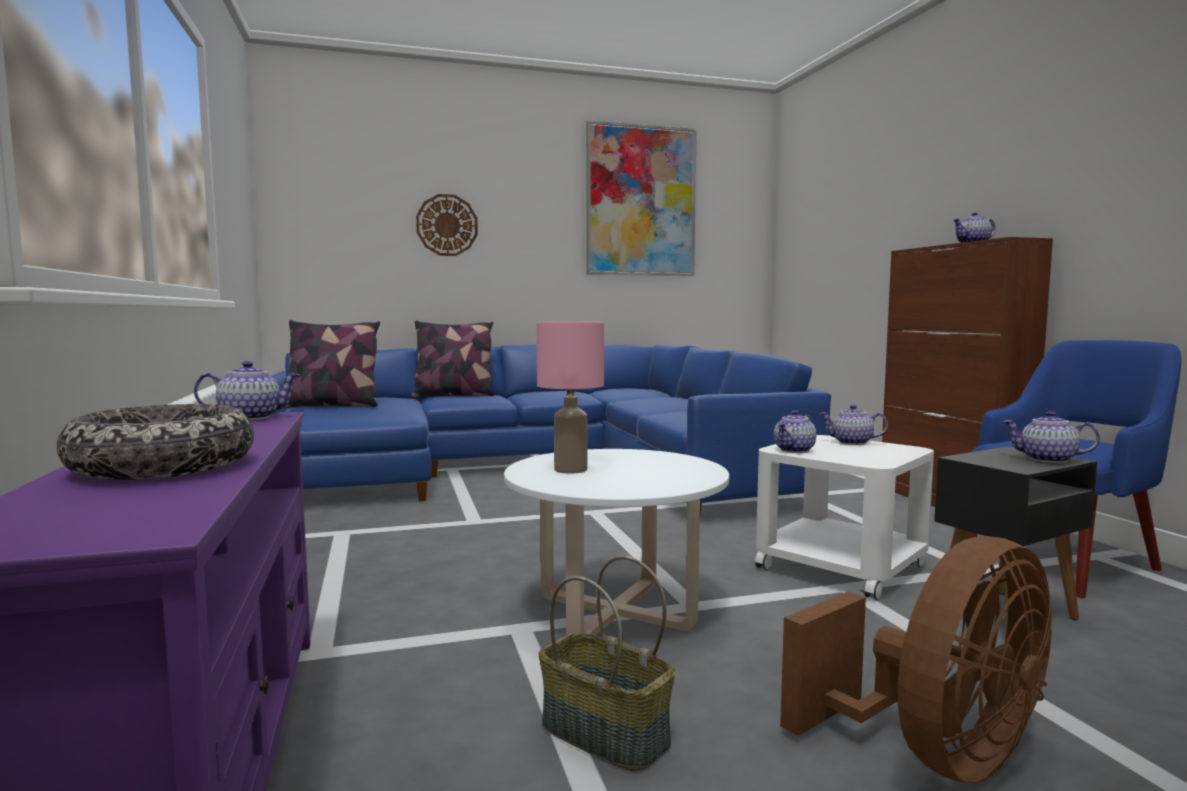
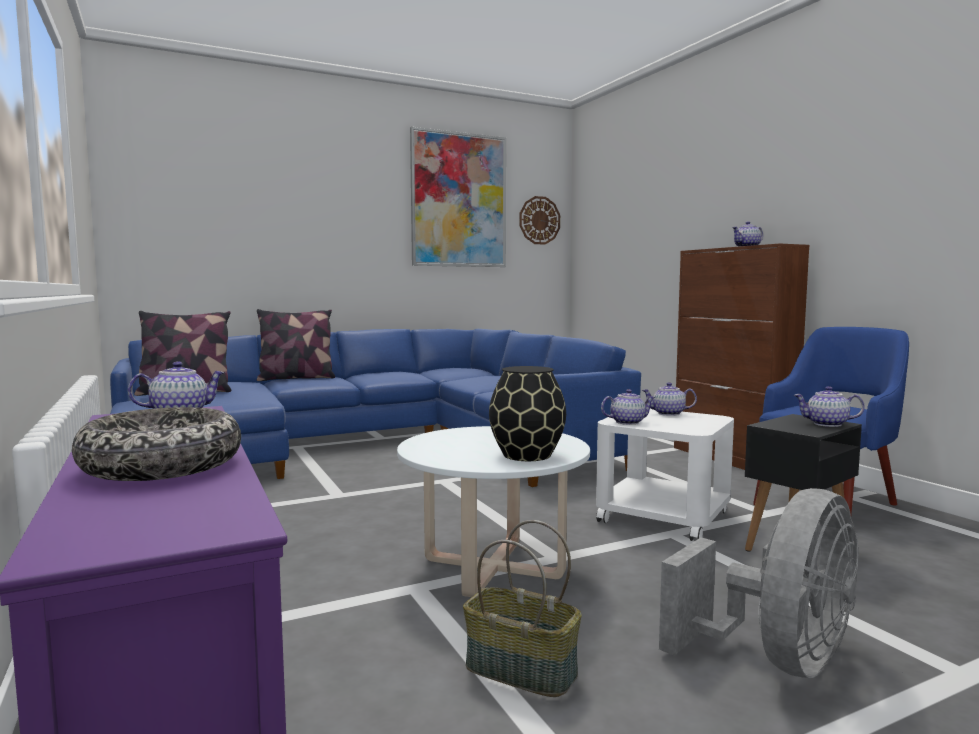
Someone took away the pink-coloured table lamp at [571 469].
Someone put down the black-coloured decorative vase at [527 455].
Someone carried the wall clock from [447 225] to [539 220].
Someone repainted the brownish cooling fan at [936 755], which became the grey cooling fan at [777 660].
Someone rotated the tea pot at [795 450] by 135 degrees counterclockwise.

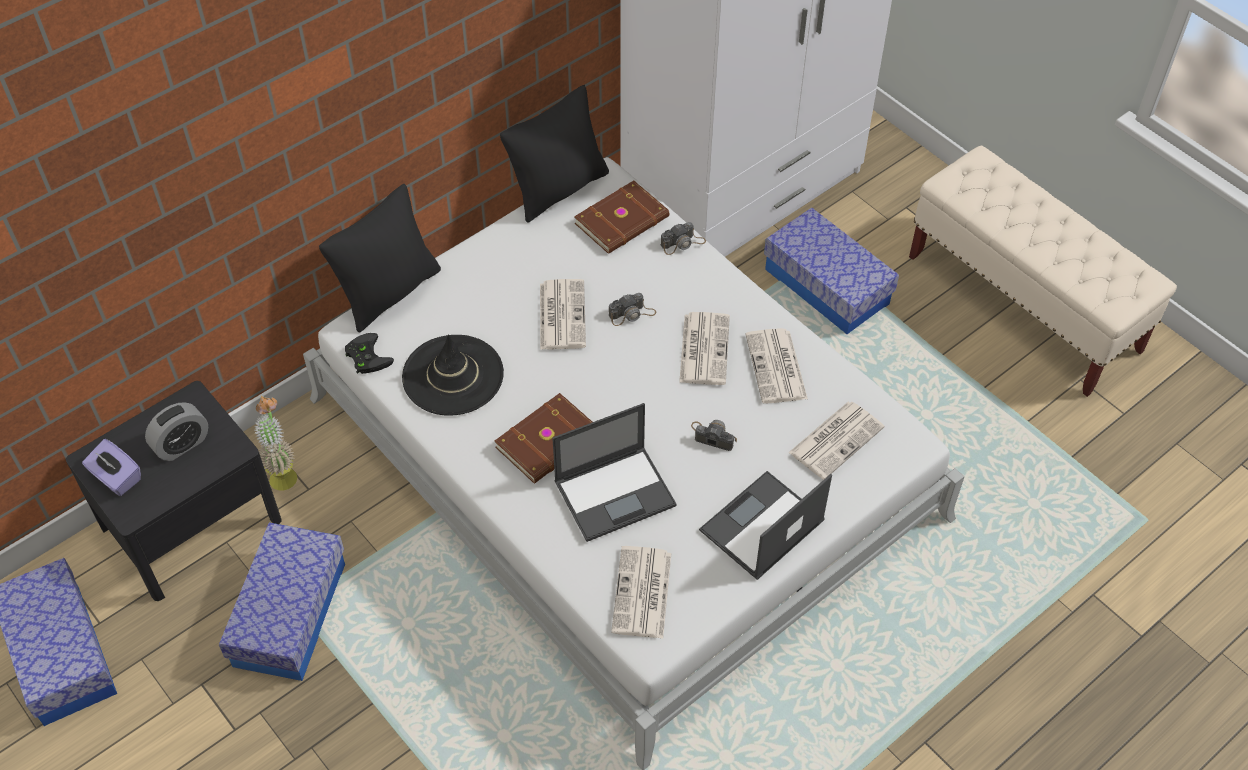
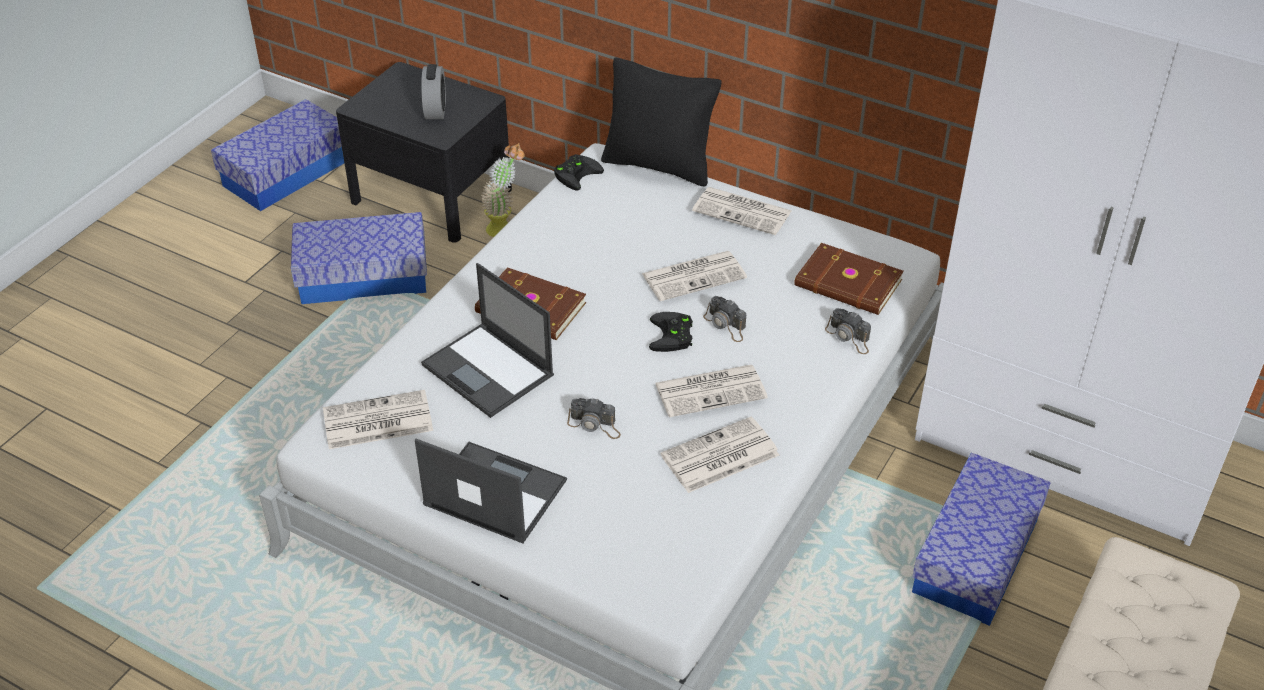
Someone took away the purple-coloured tissue box at [116 478].
Someone took away the black-coloured wearable hat at [453 375].
Someone took away the black-coloured throw pillow at [558 189].
Someone put down the black-coloured game controller at [673 336].
Someone carried the daily paper from [836 439] to [743 211].
Someone rotated the alarm clock at [182 444] by 120 degrees counterclockwise.
Someone rotated the photo camera at [712 436] by 105 degrees clockwise.

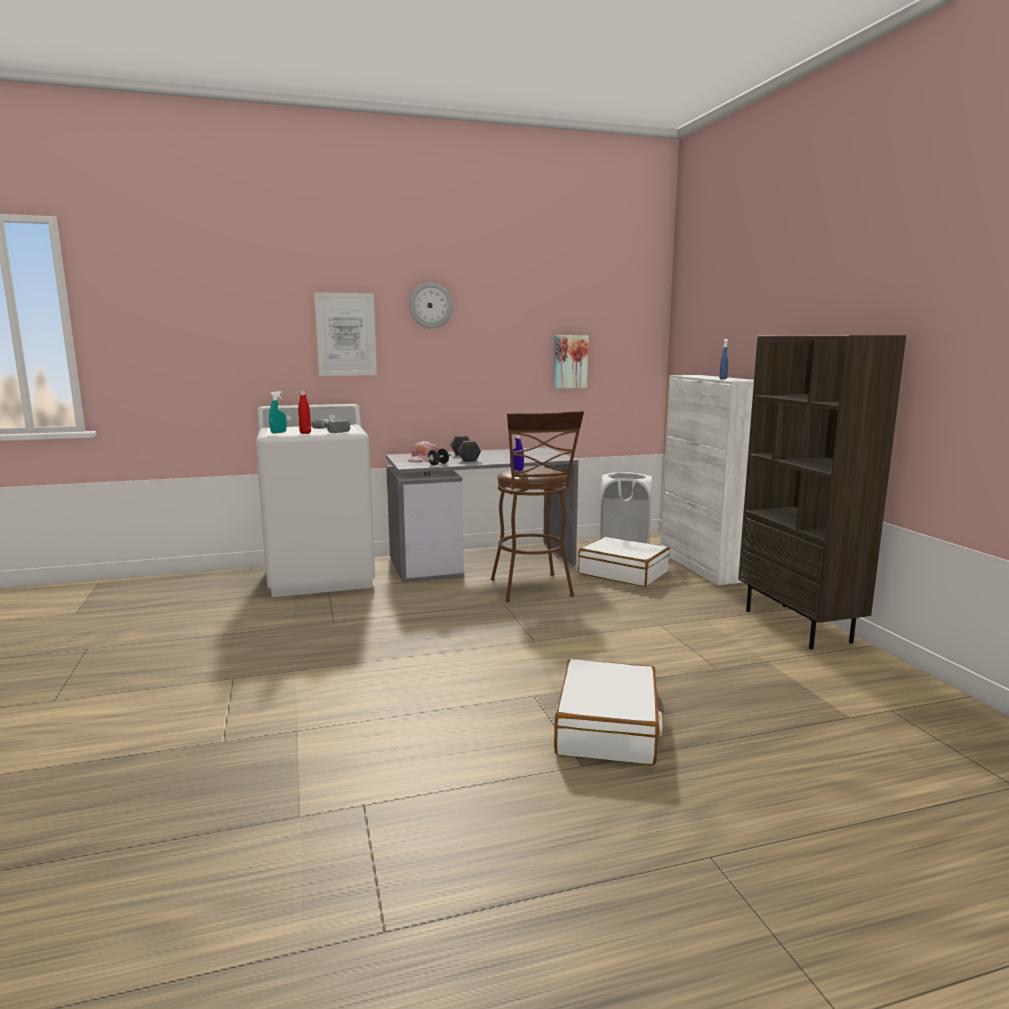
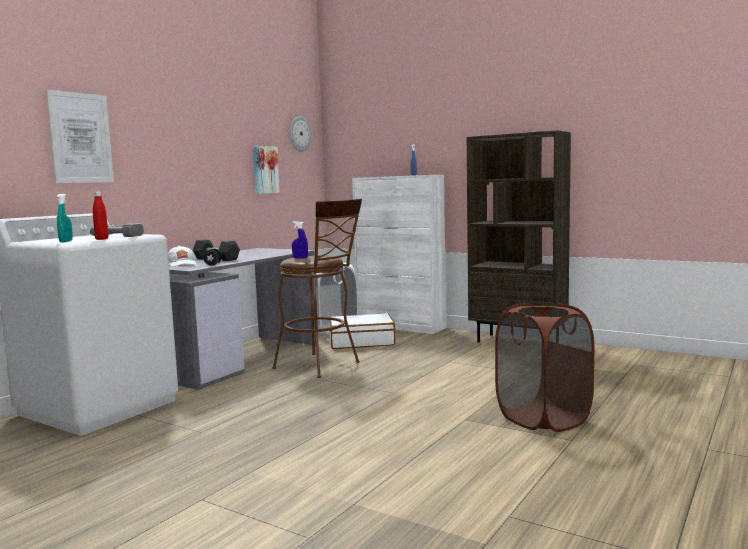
Someone carried the wall clock from [430 305] to [299 134].
Someone swapped the whitish travel case at [608 728] for the brownish hamper at [542 418].
Someone repainted the pink-coloured baseball cap at [423 459], which became the whitish baseball cap at [182 264].

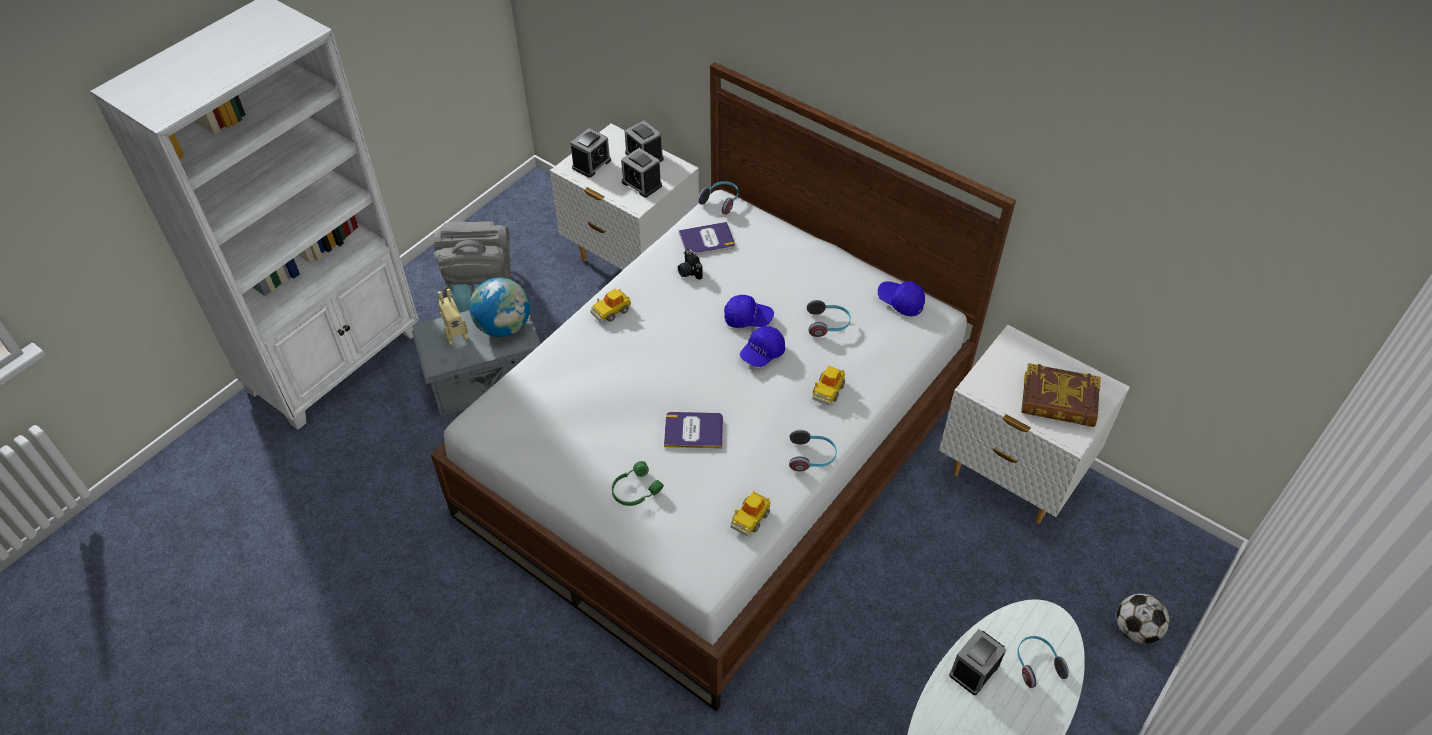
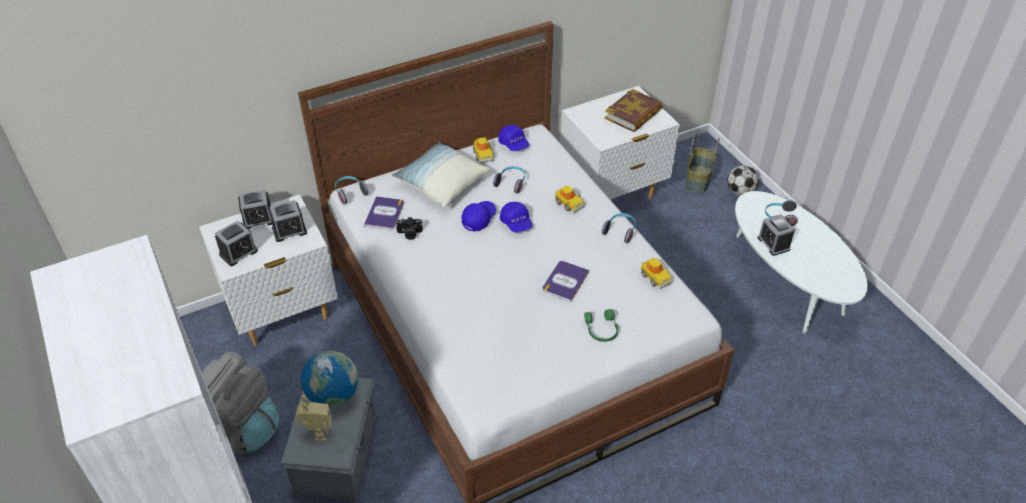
Someone put down the throw pillow at [441 183].
Someone put down the household basket at [698 179].
Someone carried the miniature car from [611 311] to [483 155].
Someone rotated the alarm clock at [591 164] by 75 degrees clockwise.
Someone rotated the bluish baseball cap at [900 302] by 90 degrees counterclockwise.

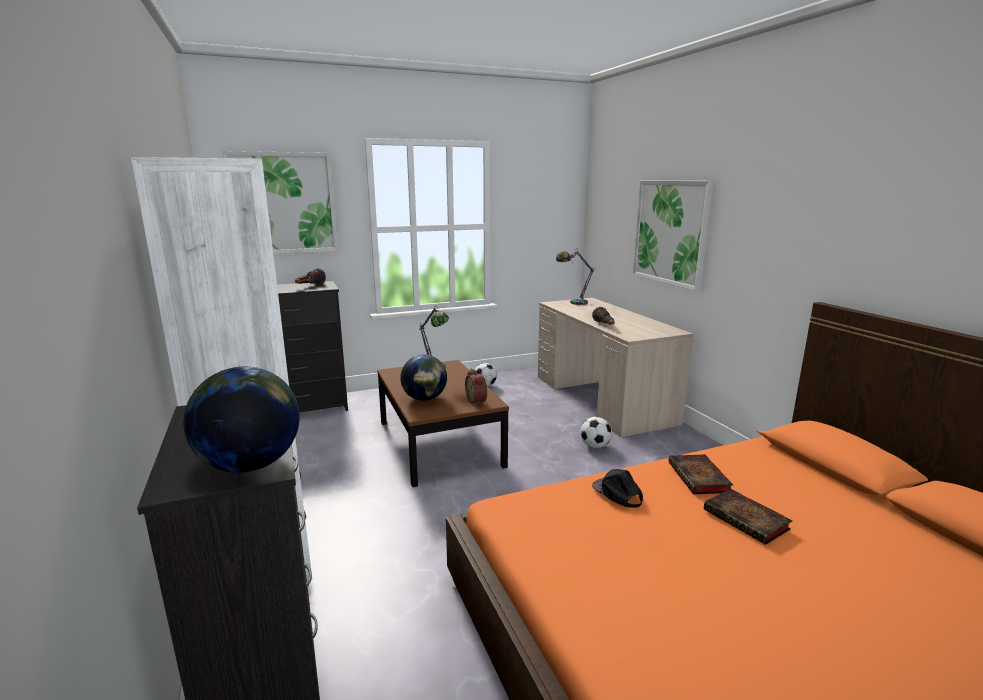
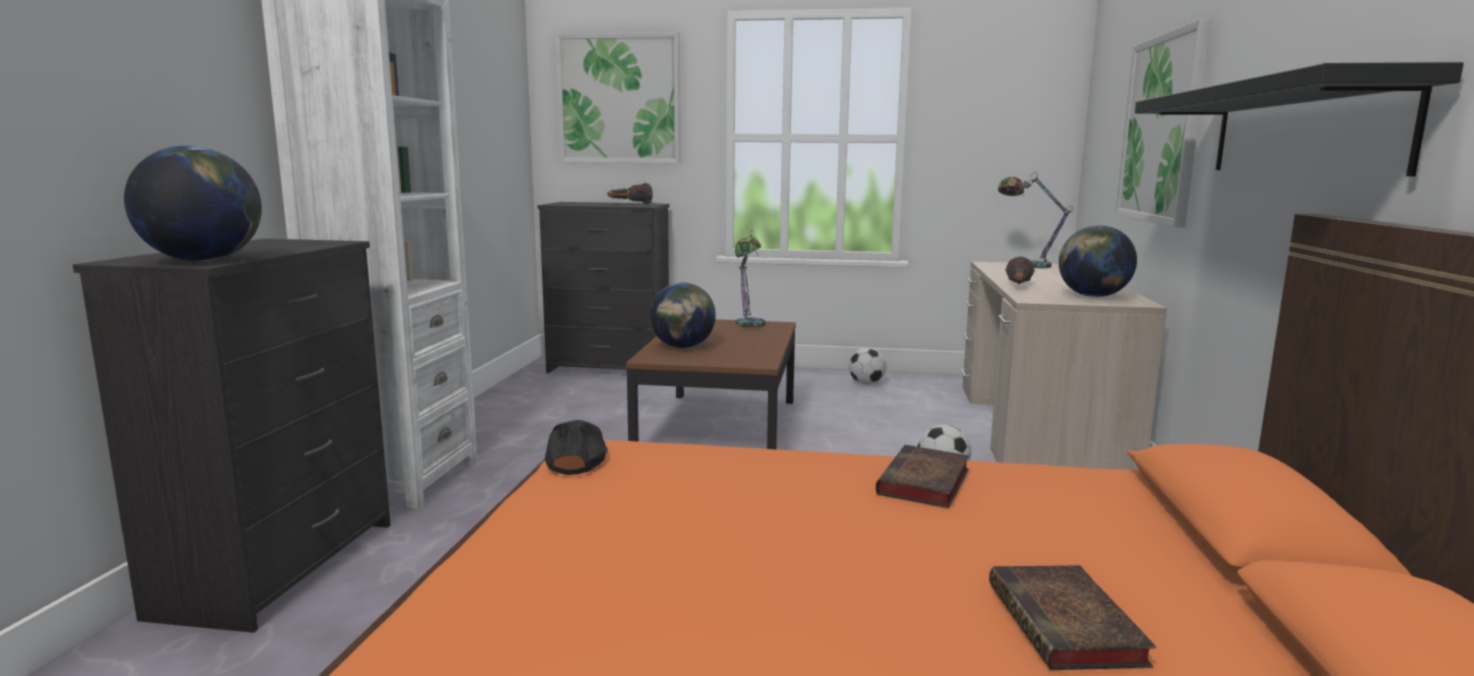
Someone took away the alarm clock at [477 401].
Someone put down the desk globe at [1092 296].
Someone put up the black-coloured shelf at [1301 130].
Someone carried the black-coloured baseball cap from [617 493] to [576 459].
Someone carried the volume from [748 520] to [1068 627].

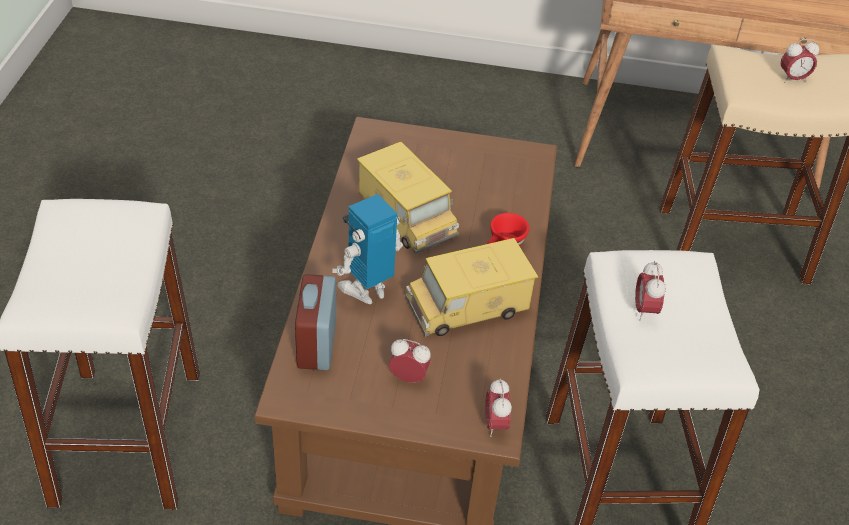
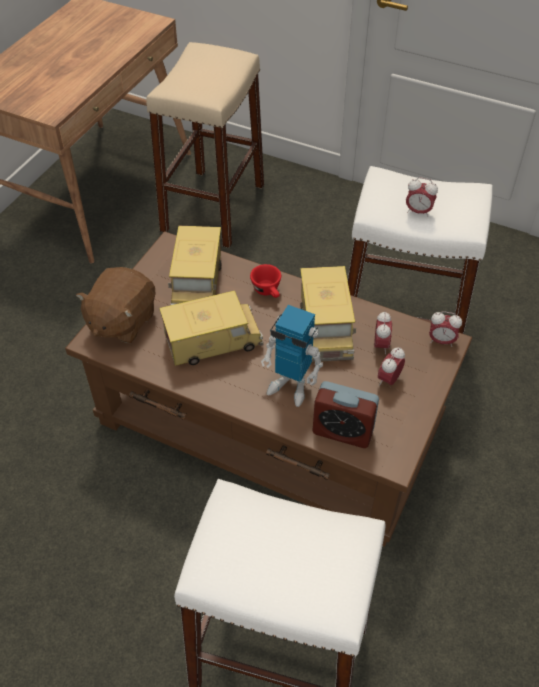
Someone put down the brownish cuddly toy at [121 321].
Someone put down the model truck at [197 284].
Someone carried the alarm clock from [792 79] to [381 345].
Someone rotated the model robot at [367 290] by 45 degrees counterclockwise.

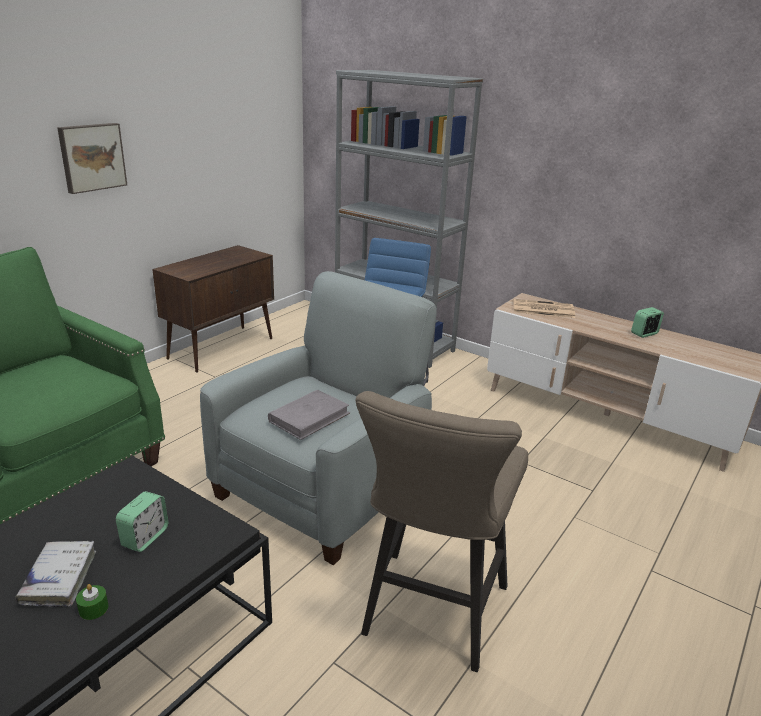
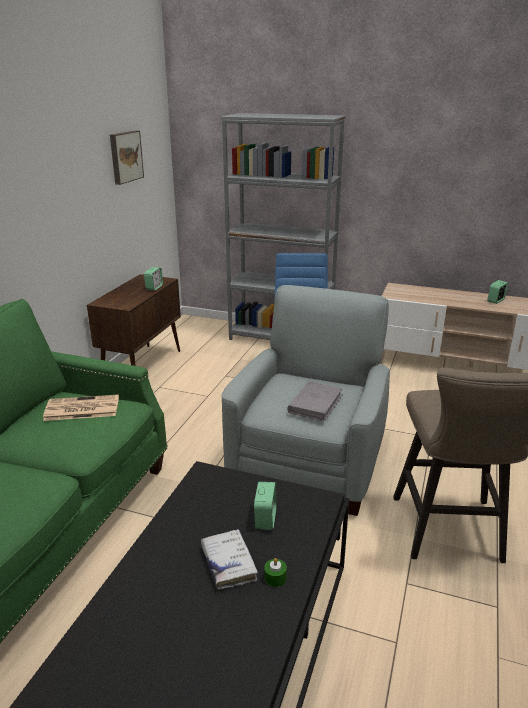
Someone put down the alarm clock at [154 287].
Someone carried the wall picture from [92 157] to [125 156].
Someone carried the daily paper from [542 309] to [81 409].

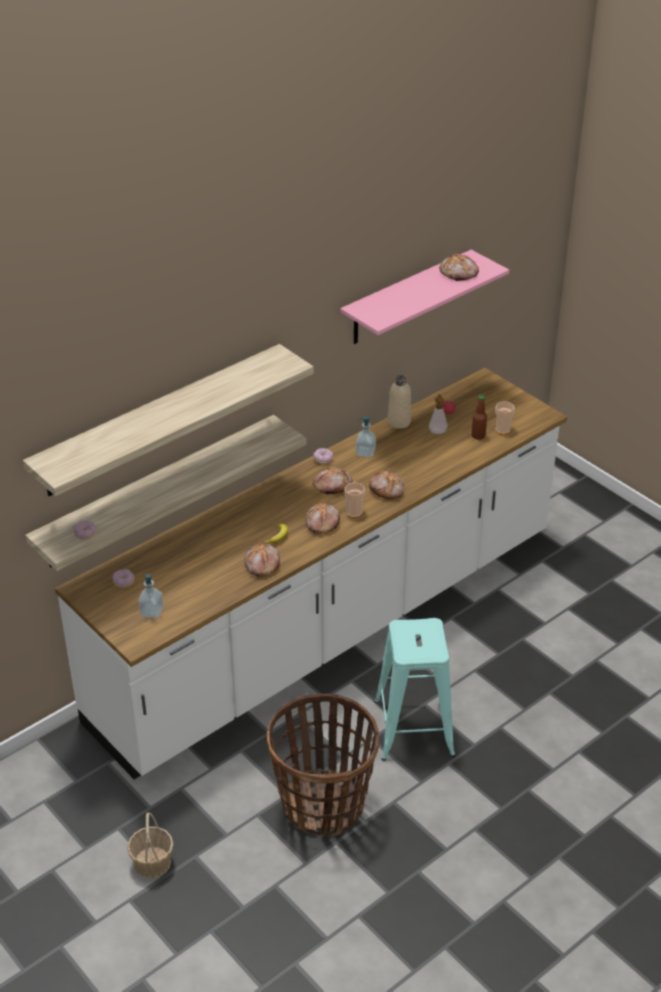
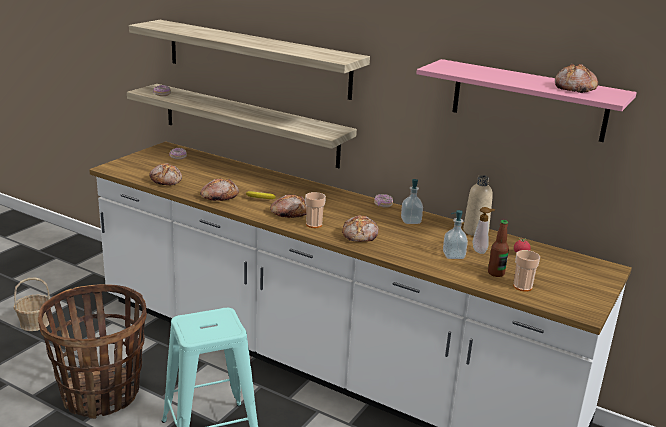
Someone carried the liquid soap bottle from [152 612] to [453 255].
Someone carried the bakery bread from [332 486] to [166 180].

